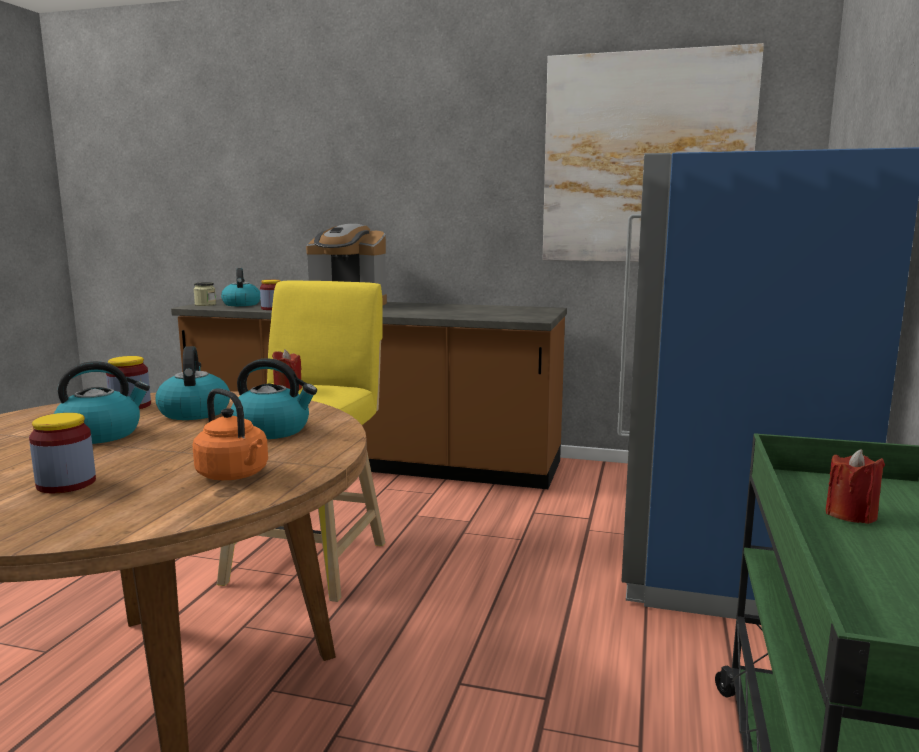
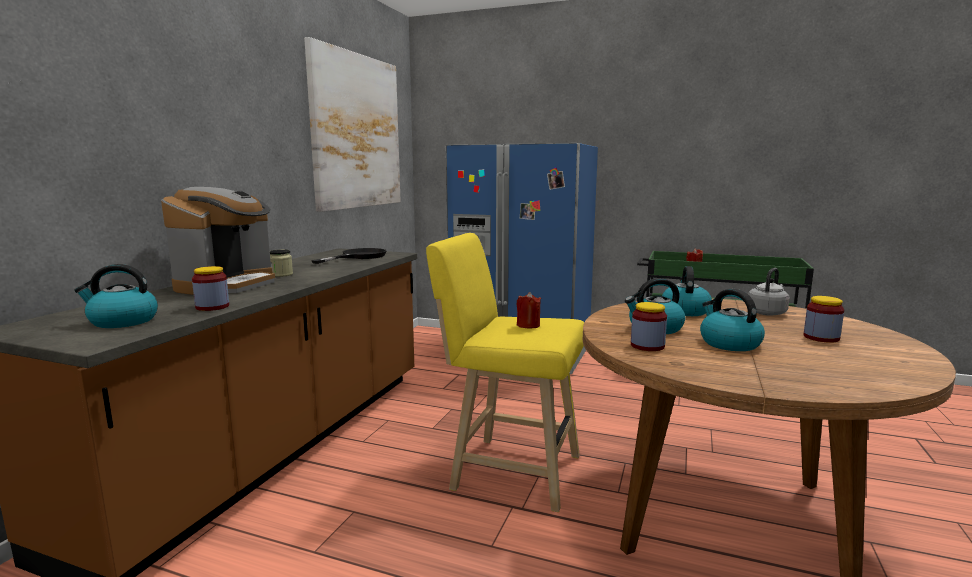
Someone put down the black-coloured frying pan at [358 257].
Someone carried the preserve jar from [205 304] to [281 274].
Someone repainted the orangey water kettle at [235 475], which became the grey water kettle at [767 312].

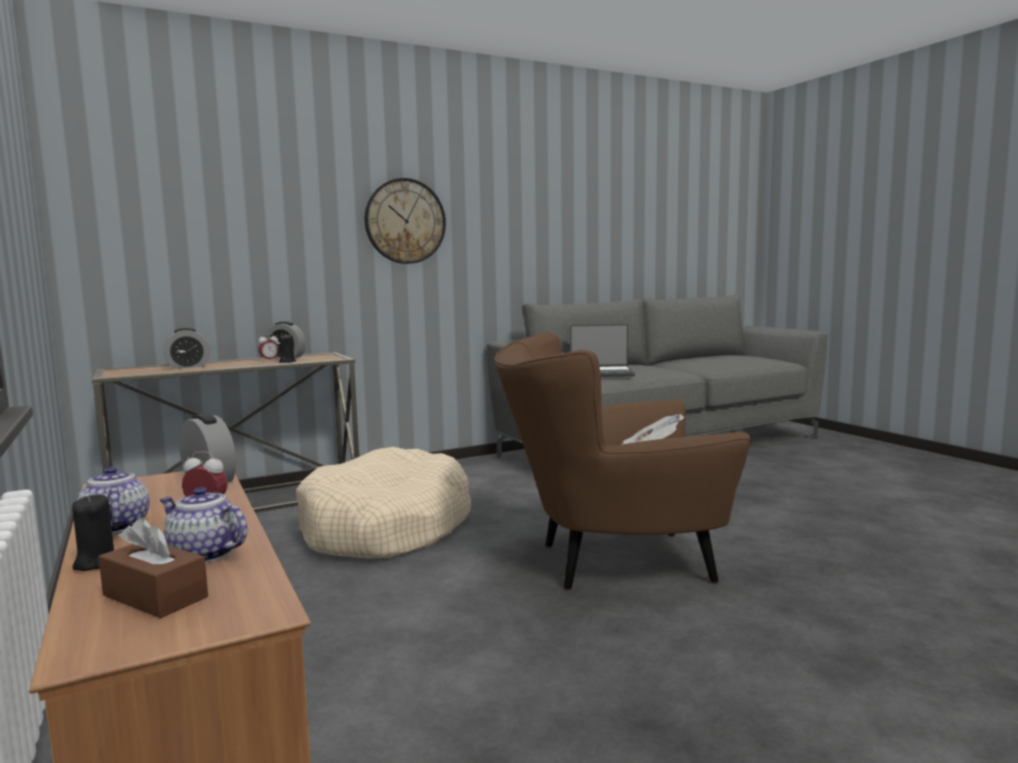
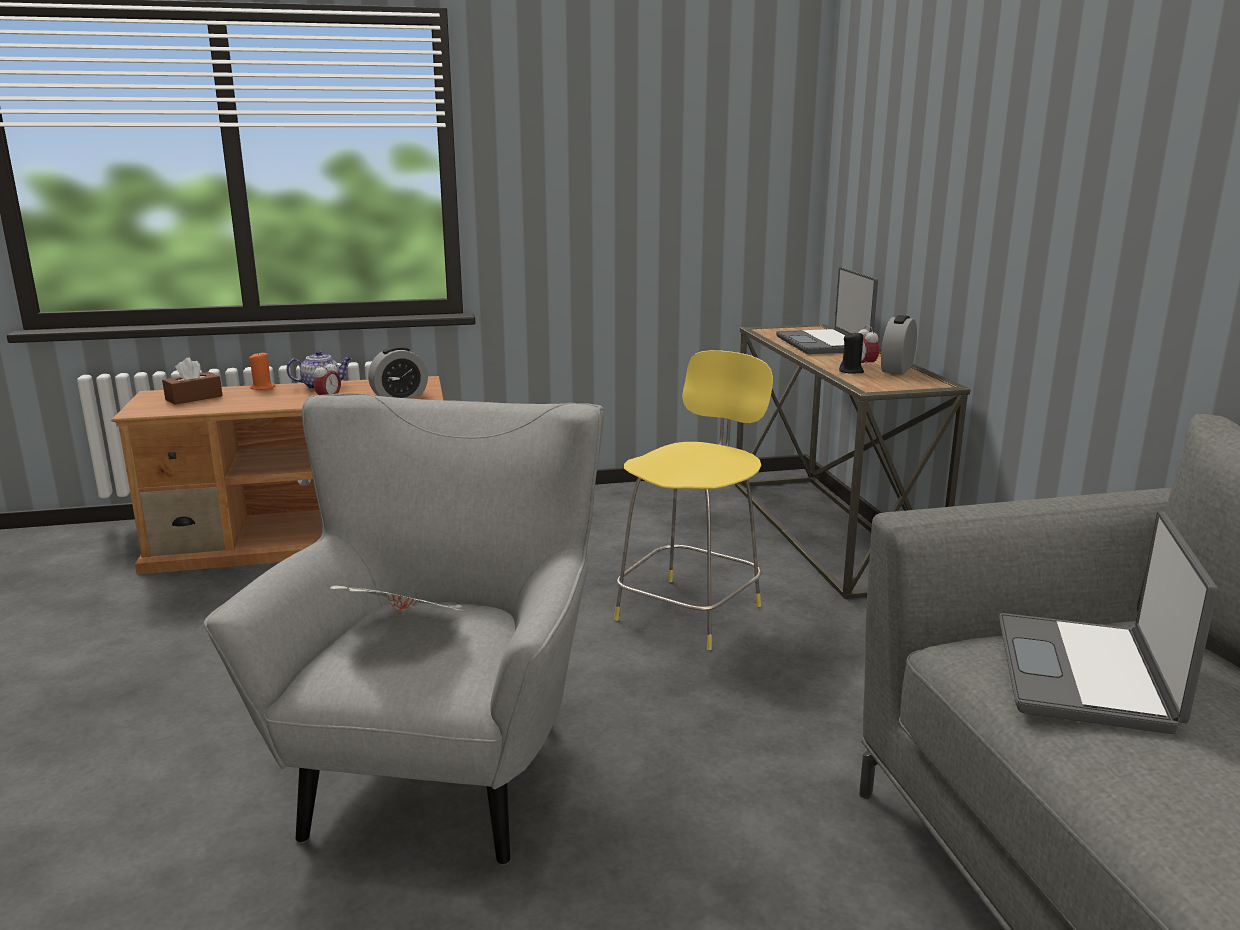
Someone took away the tea pot at [203 554].
Someone took away the wall clock at [405 221].
Someone swapped the alarm clock at [188 366] for the laptop at [824 344].
Someone swapped the beige-coloured dog bed at [386 527] for the yellow-coloured stool at [691 610].
Someone repainted the black-coloured wax light at [96 563], which became the orangey wax light at [263 388].
Someone repainted the brownish armchair at [610 562], which became the grey armchair at [448 760].

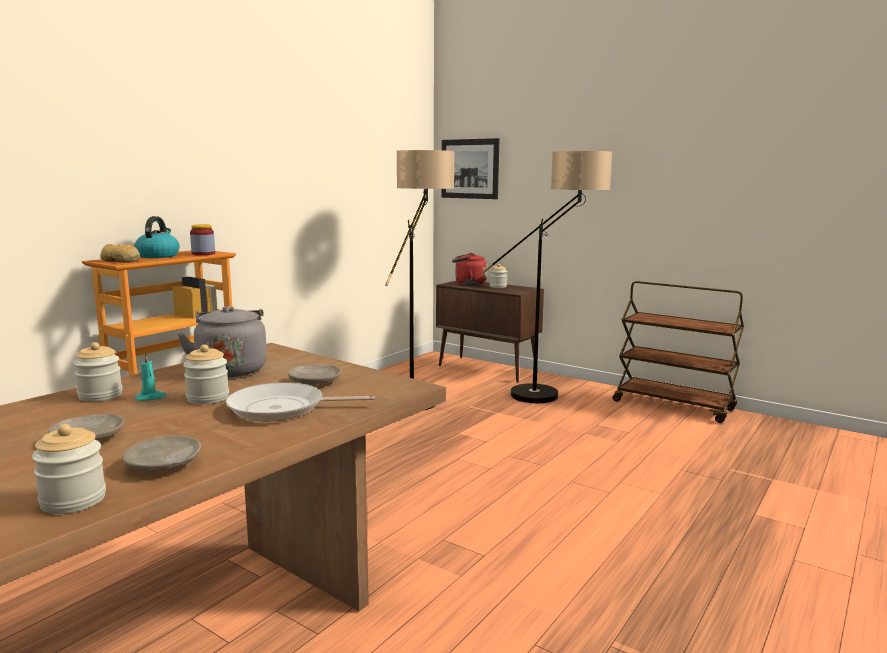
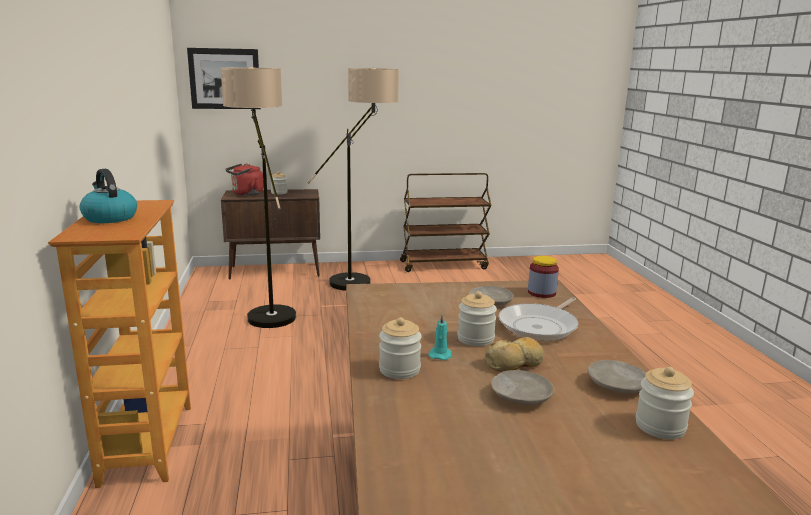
Someone took away the grey water kettle at [231 369].
Someone carried the bakery bread from [121 261] to [515 363].
Someone carried the preserve jar from [203 254] to [541 293].

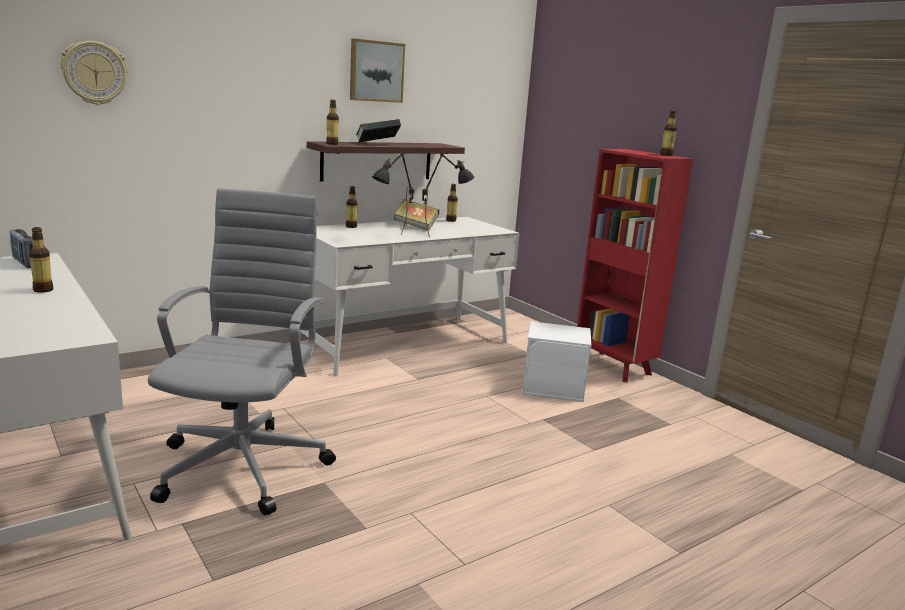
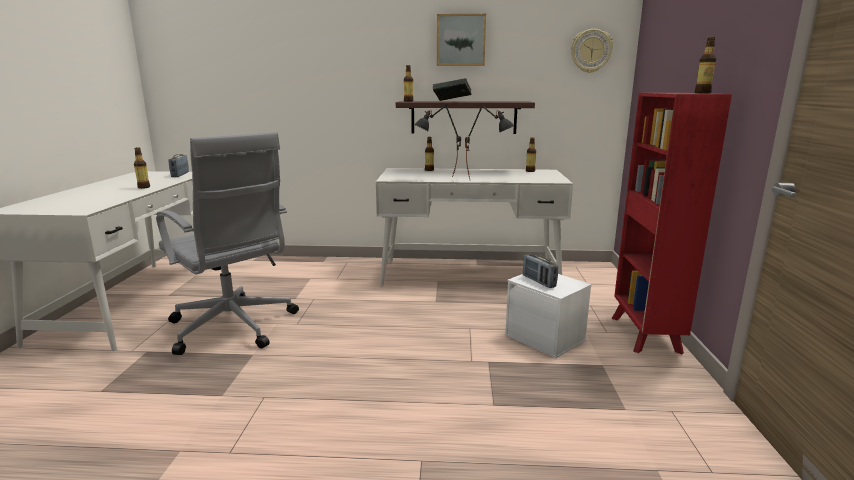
Someone took away the volume at [416 227].
Someone put down the radio set at [538 281].
Someone carried the wall clock from [94 73] to [590 51].
Someone rotated the grey office chair at [245 464] by 90 degrees clockwise.

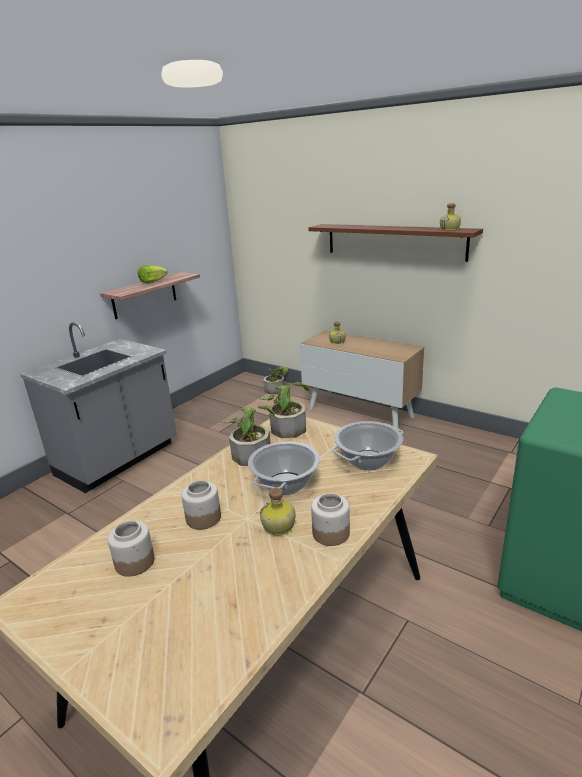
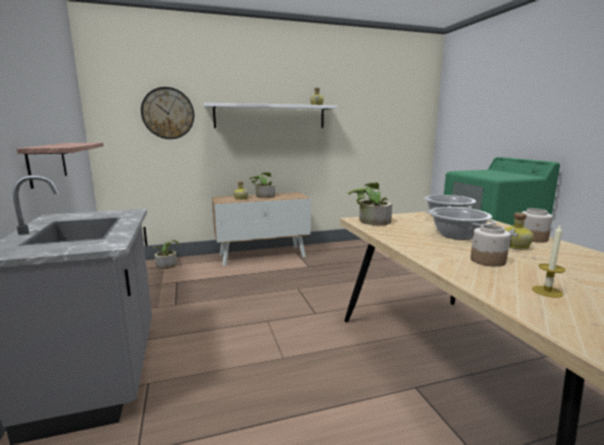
Someone took away the lettuce head at [152 282].
Someone put up the wall clock at [168 113].
Someone carried the houseplant from [252 452] to [263 196].
Someone swapped the preserve jar at [135 562] for the wax light at [547 291].
Someone repainted the brownish shelf at [394 241], which became the whitish shelf at [270 116].

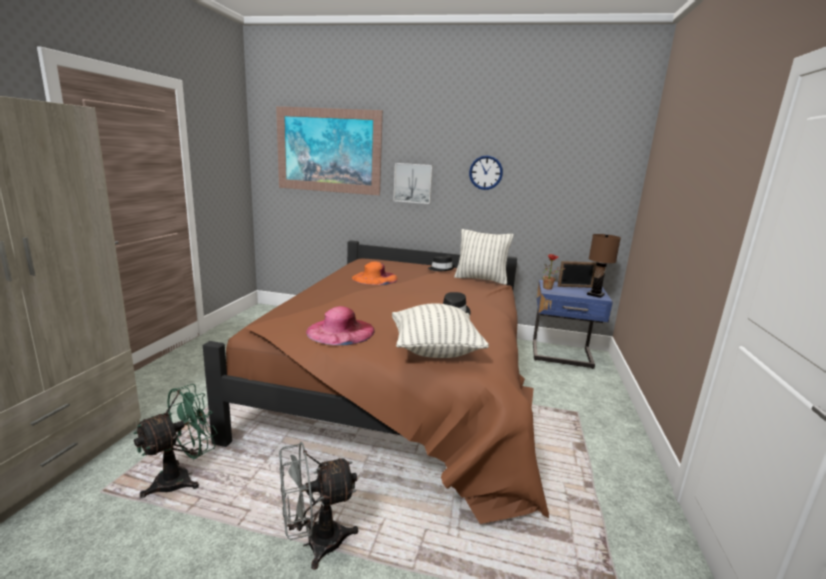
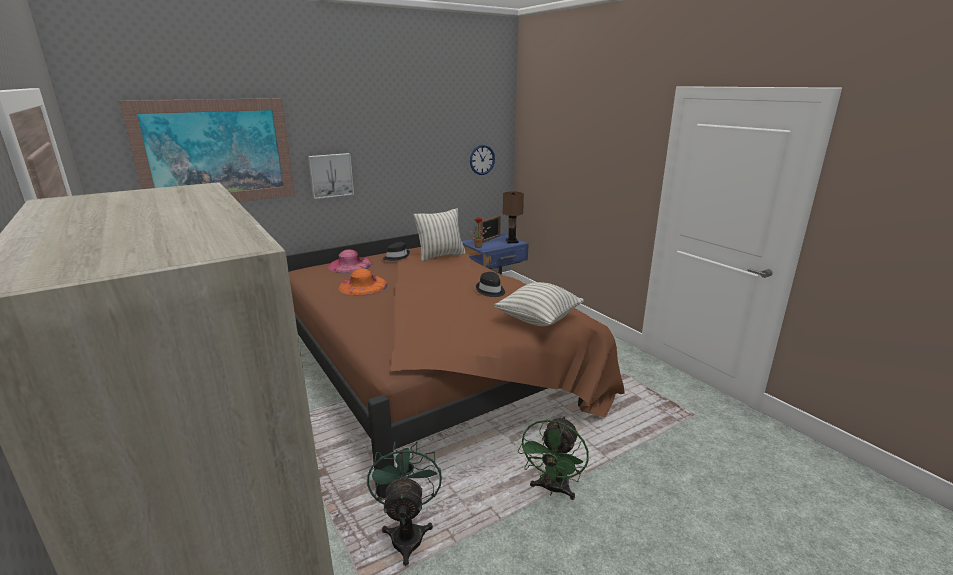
Someone carried the pink-coloured wearable hat from [340 331] to [350 265].
Someone carried the wall clock from [485 172] to [482 160].
Someone repainted the grey cooling fan at [314 543], which became the green cooling fan at [552 489].

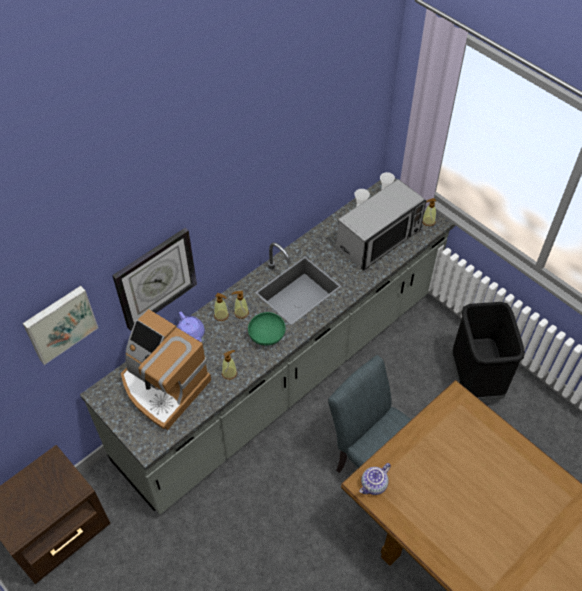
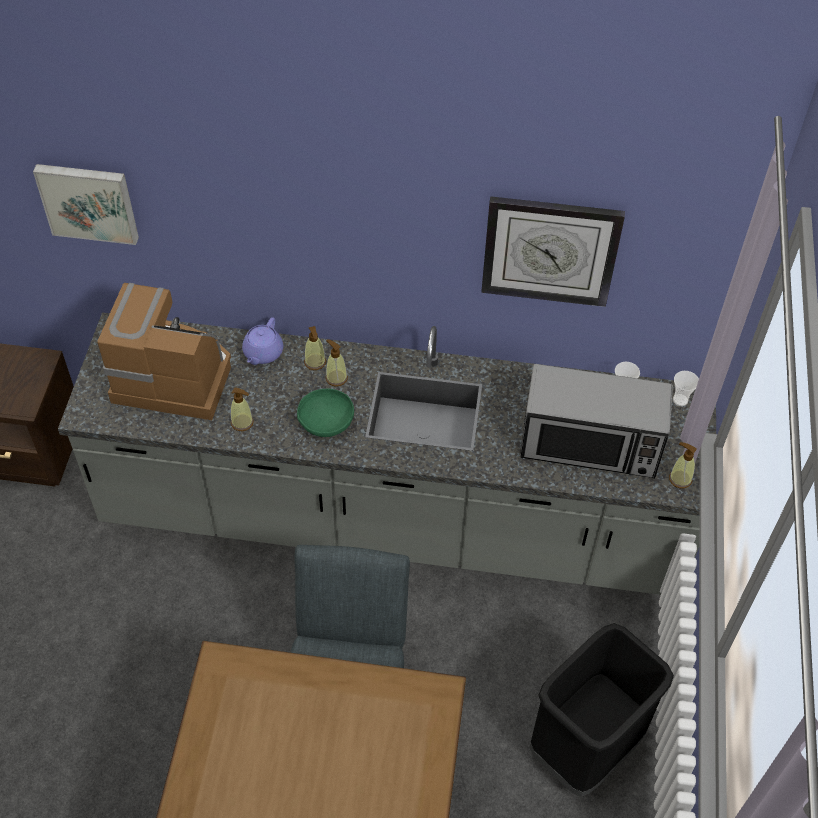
Someone took away the tea pot at [374 485].
Someone carried the wall clock from [155 278] to [550 250].
Someone rotated the coffee machine at [163 386] by 105 degrees clockwise.

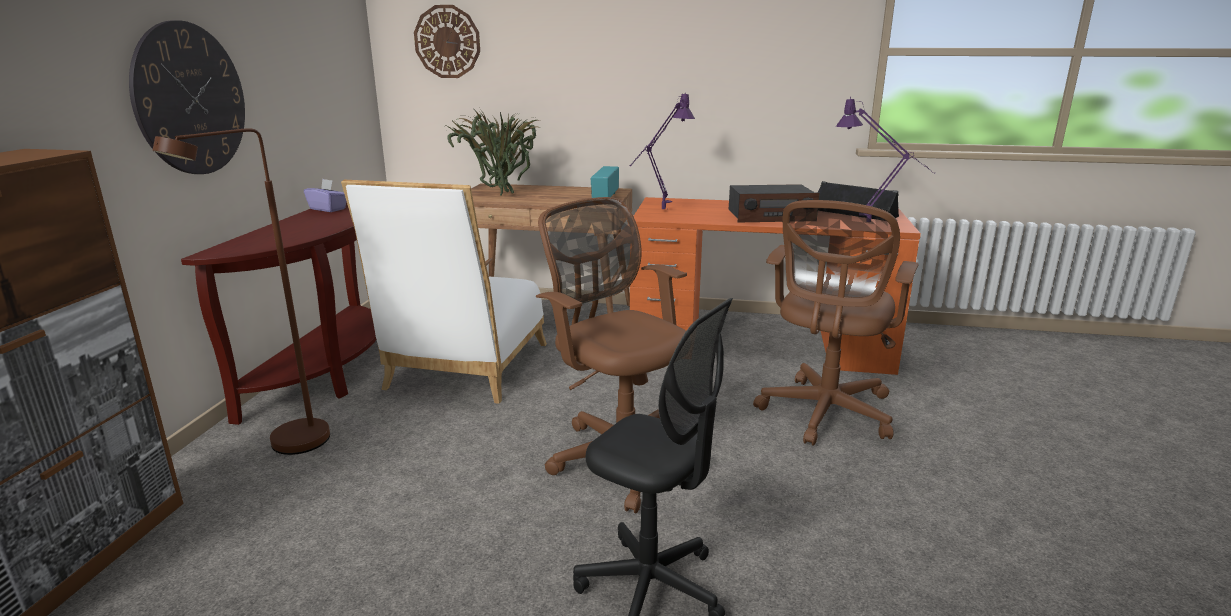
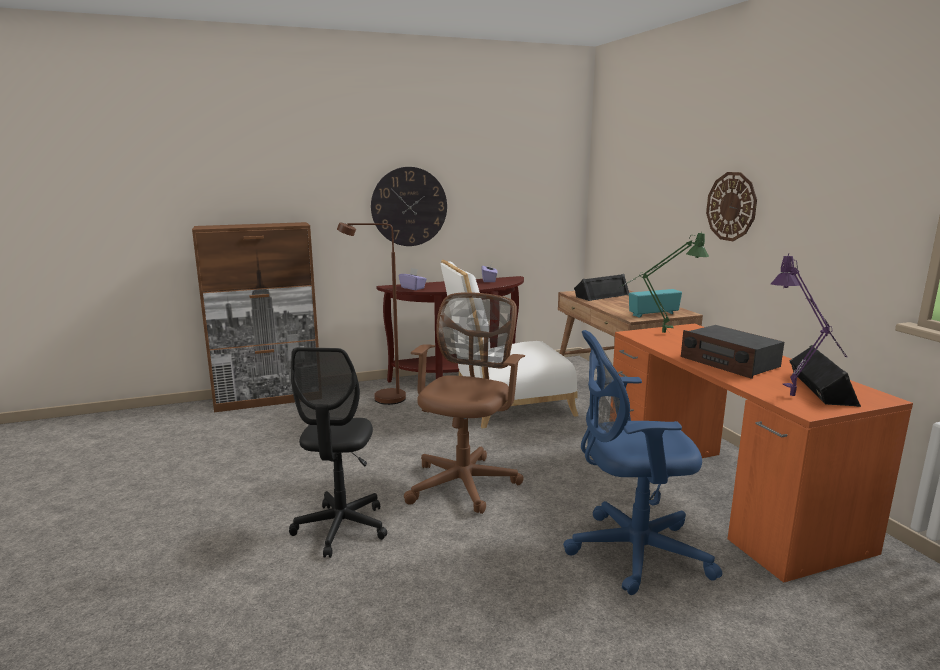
Someone put down the purple-coloured tissue box at [413 288].
Someone carried the wall clock from [447 42] to [731 206].
Someone swapped the houseplant at [499 194] for the black-coloured loudspeaker at [601 295].
Someone repainted the purple-coloured table lamp at [659 211], which became the green table lamp at [658 333].
Someone repainted the brownish office chair at [824 414], which became the bluish office chair at [630 551].

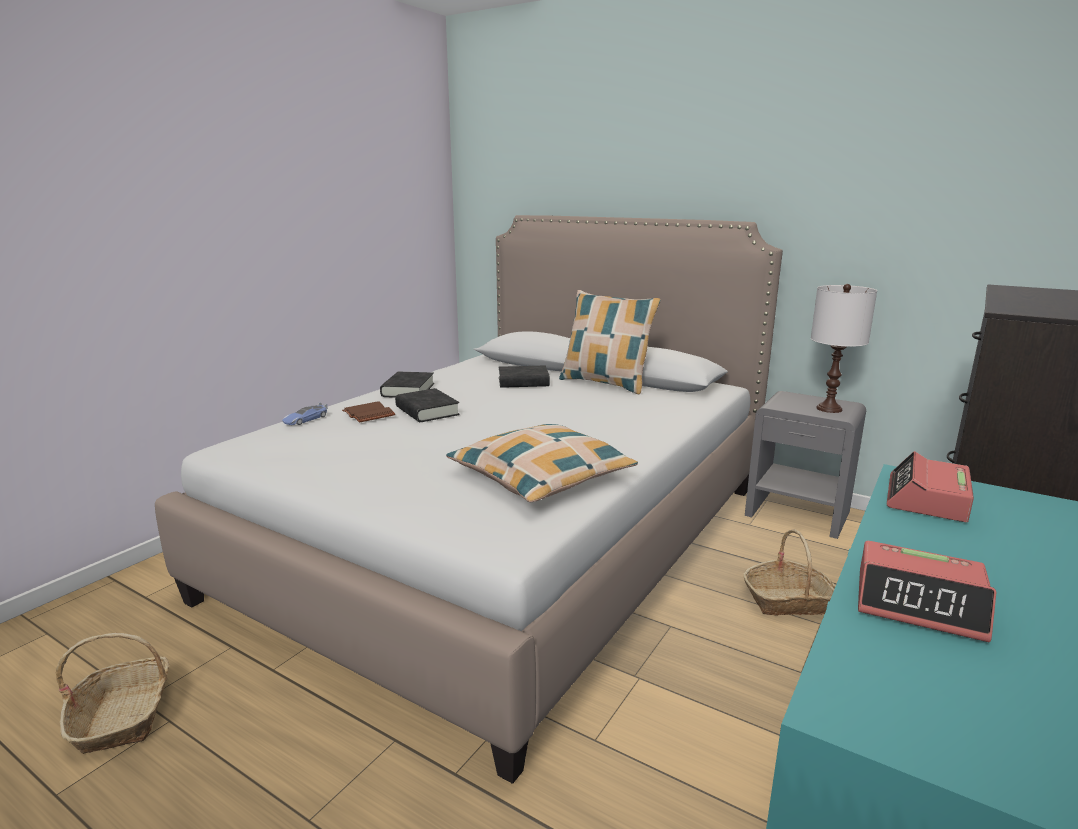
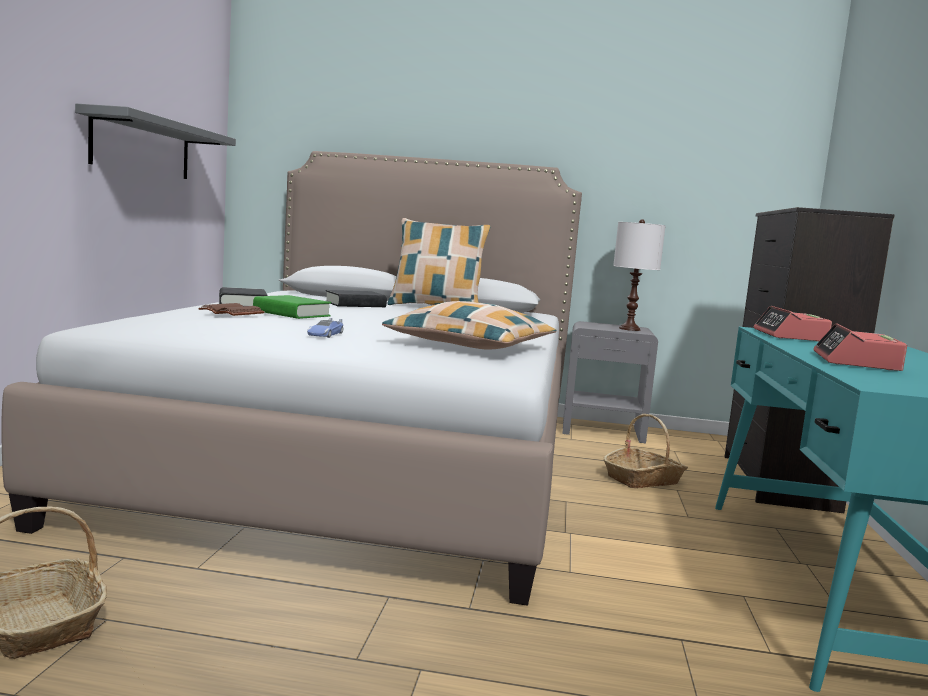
Someone put up the grey shelf at [142 147].
Someone carried the miniature car from [305 419] to [325 334].
Someone repainted the black-coloured volume at [427 411], which became the green volume at [291 313].
Someone rotated the alarm clock at [919 604] by 105 degrees clockwise.

